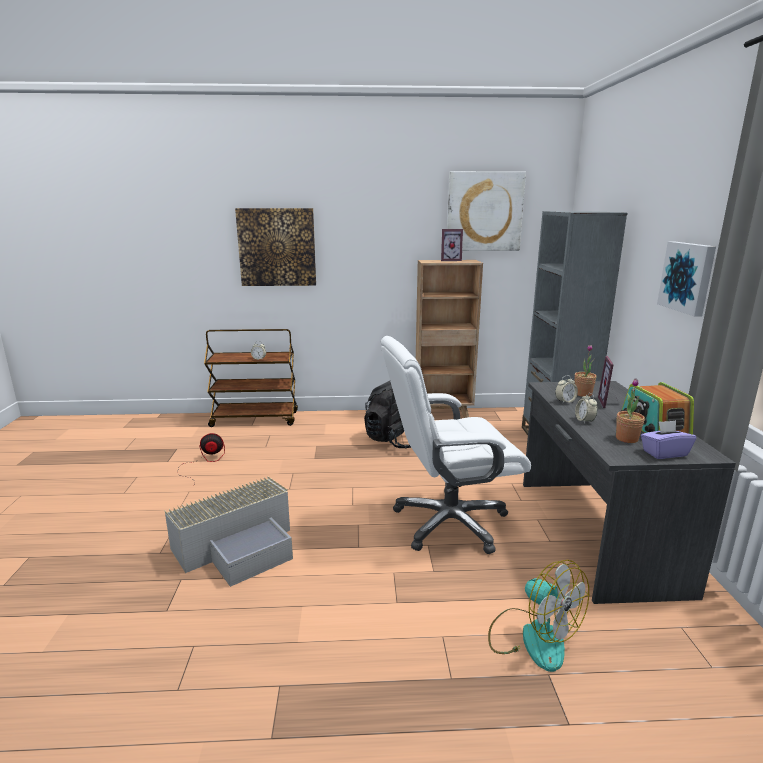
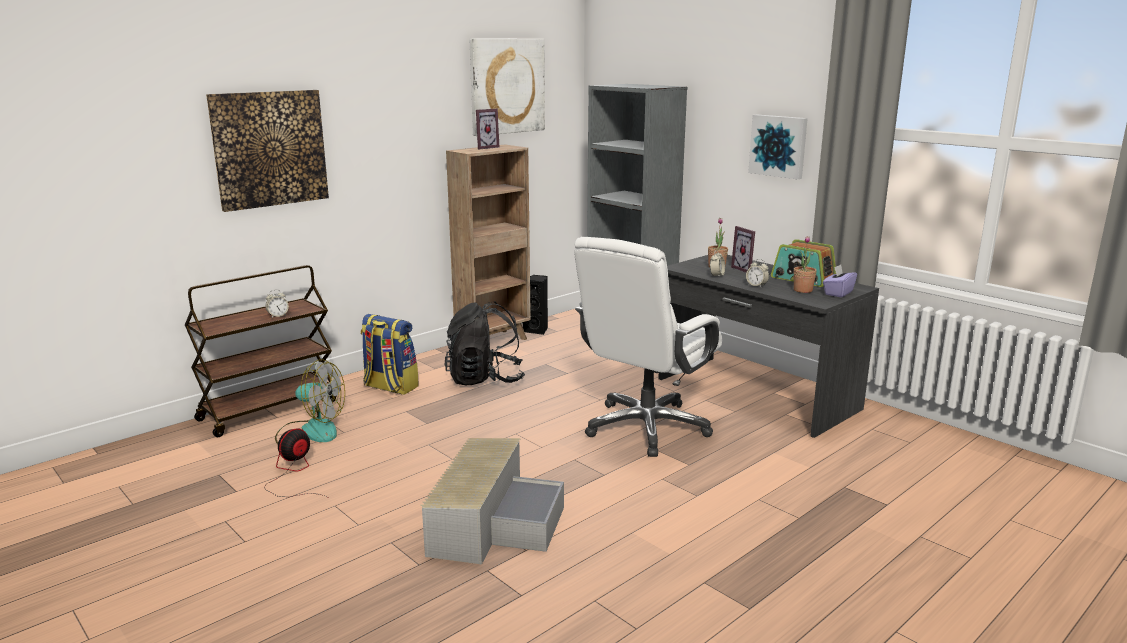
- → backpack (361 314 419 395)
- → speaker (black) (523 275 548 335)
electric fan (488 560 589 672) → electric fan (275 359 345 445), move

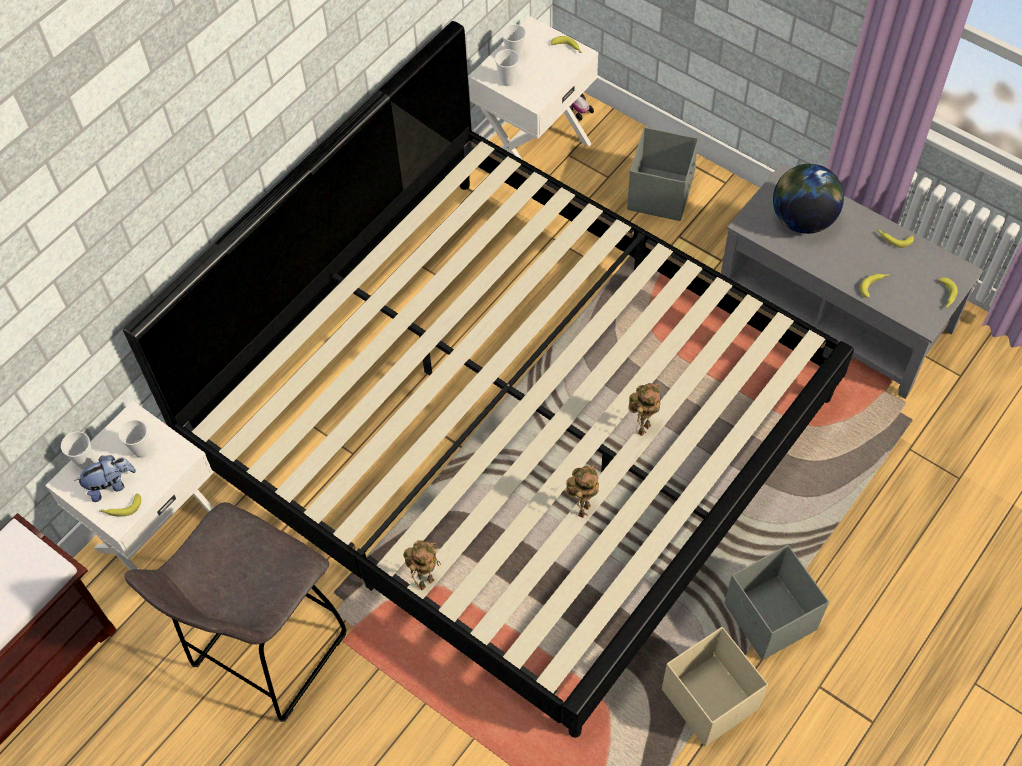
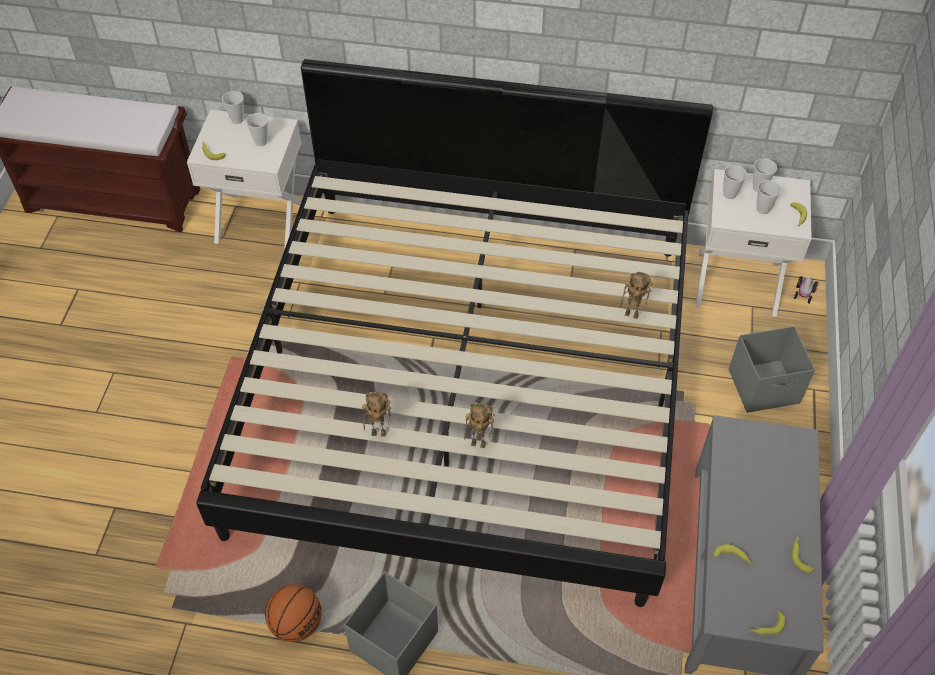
soft toy (74 456 136 502) → -
sitting stool (gray) (125 502 347 722) → -
desk globe (773 164 844 234) → -
- → cup (756 180 781 214)
toy robot (403 540 441 590) → toy robot (621 272 653 319), move
storage container (beige) (662 627 768 747) → ball for basketball (265 584 322 642)

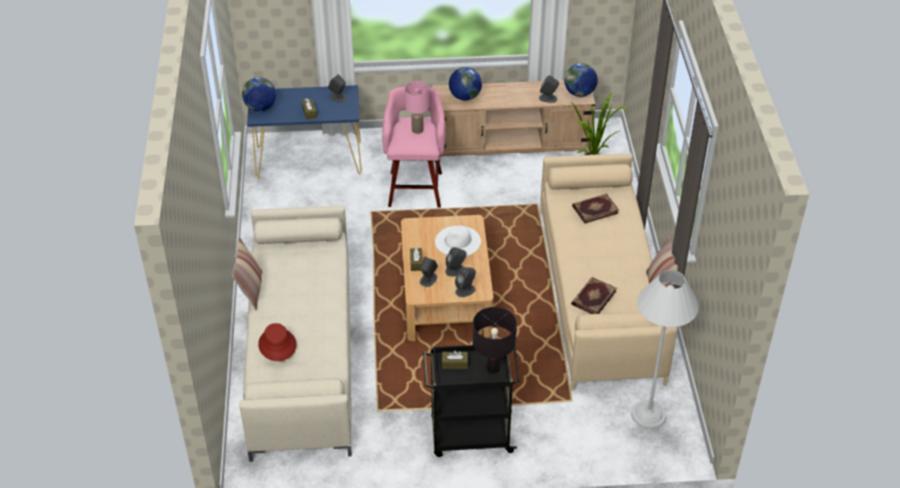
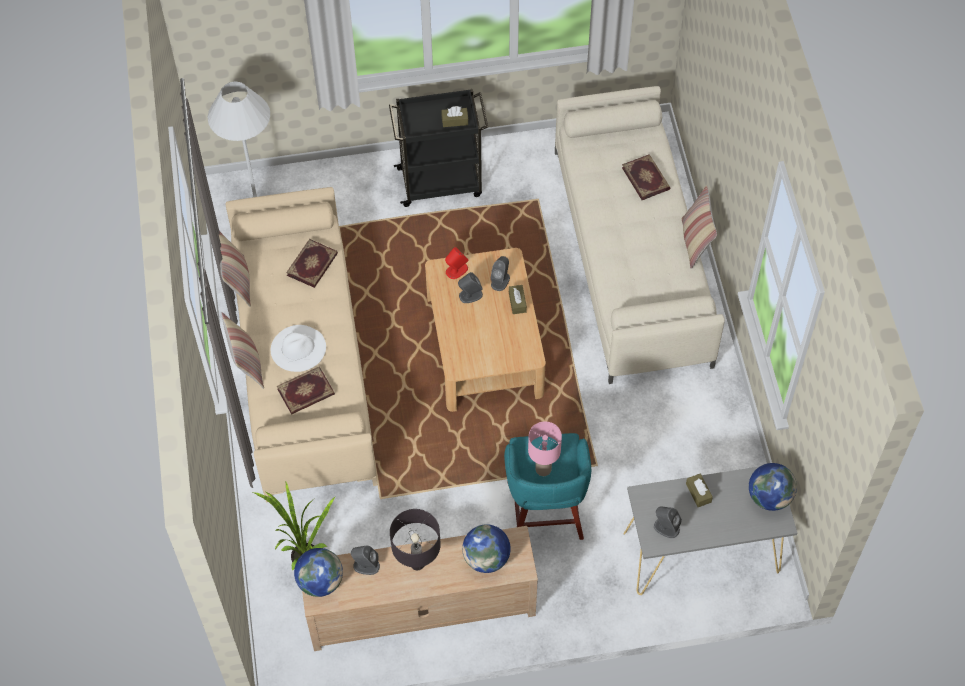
- → pillow (221 312 264 389)
hat (whitish) (435 225 481 256) → hat (whitish) (271 325 326 372), move
tabletop lamp (black) (473 307 517 373) → tabletop lamp (black) (390 509 441 570), move
hat (red-coloured) (258 323 297 361) → bound book (622 154 670 200)
hall table (bluish) (247 85 362 179) → hall table (gray) (624 466 797 595)
sitting stool (pink-coloured) (382 86 445 208) → sitting stool (turquoise) (504 433 591 540)
speaker (gray) (455 267 476 297) → speaker (red-coloured) (445 247 469 279)

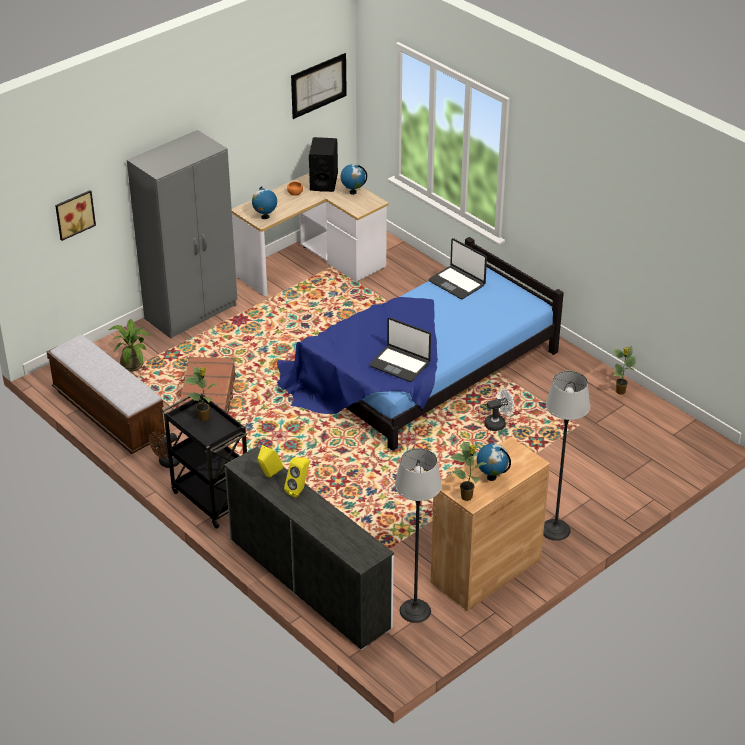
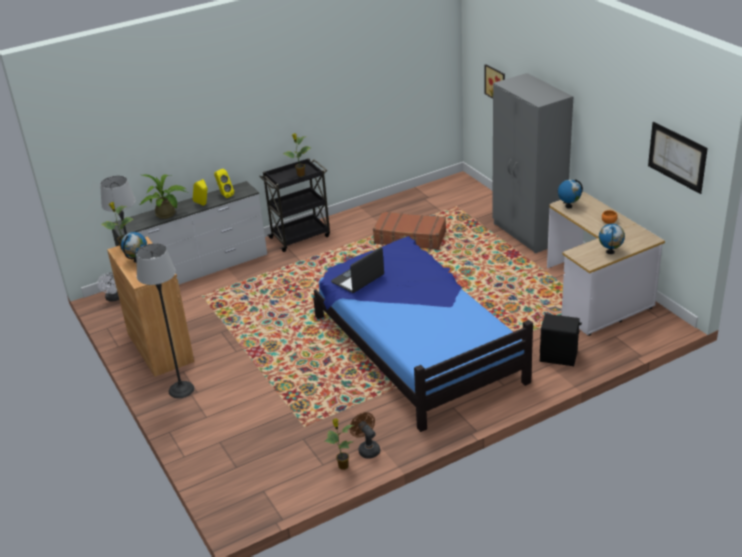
bench (46 335 166 454) → -
portable computer (428 238 487 299) → -
houseplant (108 319 152 371) → houseplant (139 175 187 219), move
electric fan (brown) (149 432 180 468) → electric fan (brown) (350 412 380 459), move
speaker (black) (309 137 338 192) → speaker (black) (540 314 582 366), move
electric fan (whitish) (484 388 514 431) → electric fan (whitish) (97 273 119 301), move

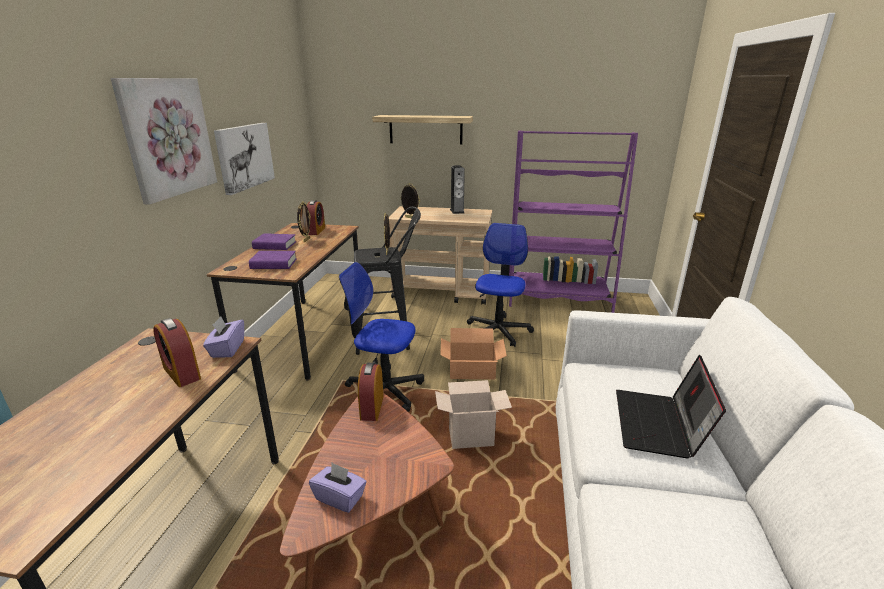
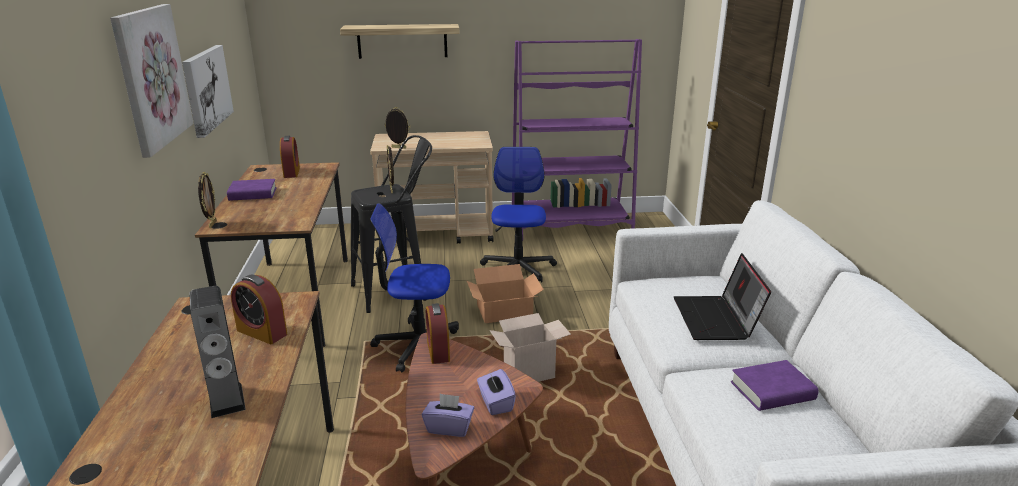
tissue box (purple) (203 316 244 358) → tissue box (purple) (477 369 516 415), move
bound book (purple) (249 251 297 269) → bound book (purple) (731 360 818 411), move
picture frame (297 201 311 242) → picture frame (198 171 217 228), move
speaker (450 165 465 214) → speaker (189 286 246 418), move

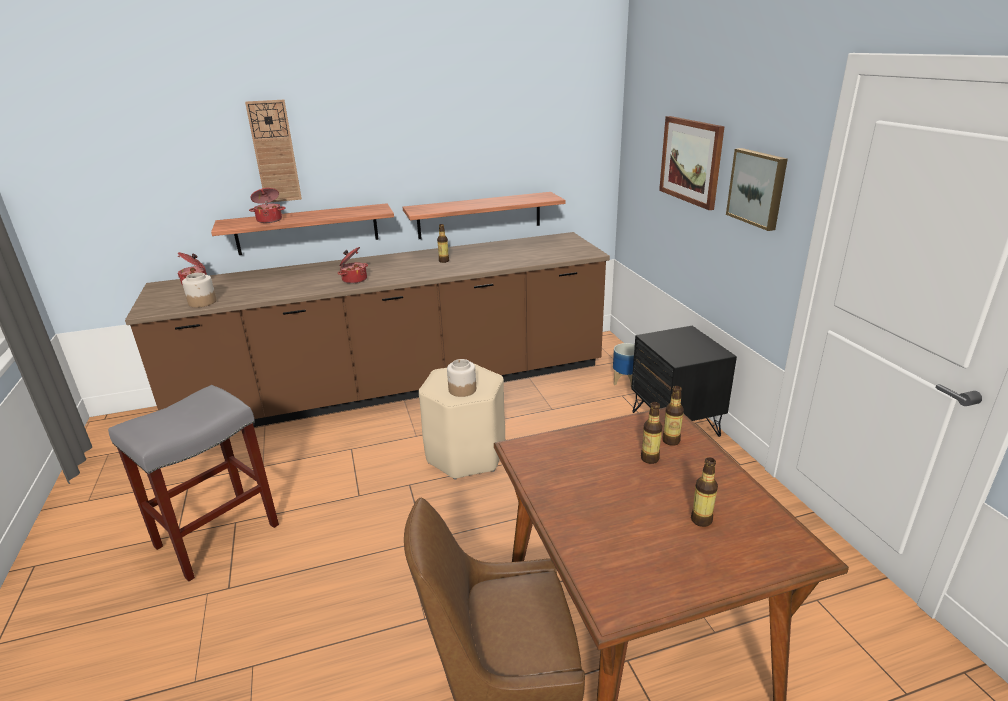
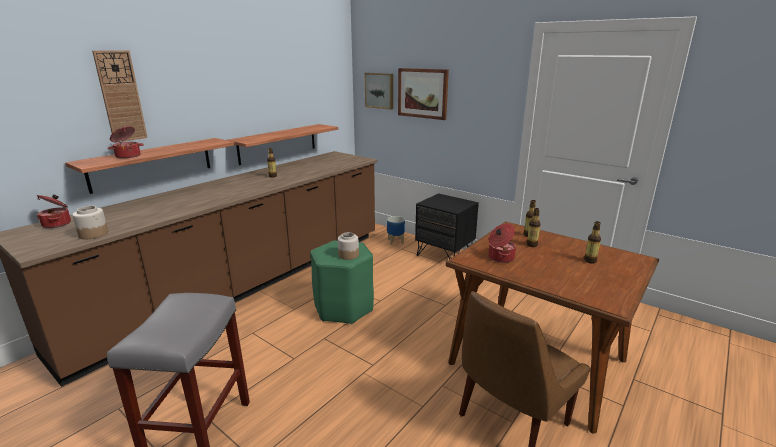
cooking pot (338 247 368 284) → cooking pot (488 224 517 263), move
wall picture (726 148 788 231) → wall picture (365 73 393 110), move
sitting stool (beige) (419 364 505 480) → sitting stool (green) (310 241 374 324)

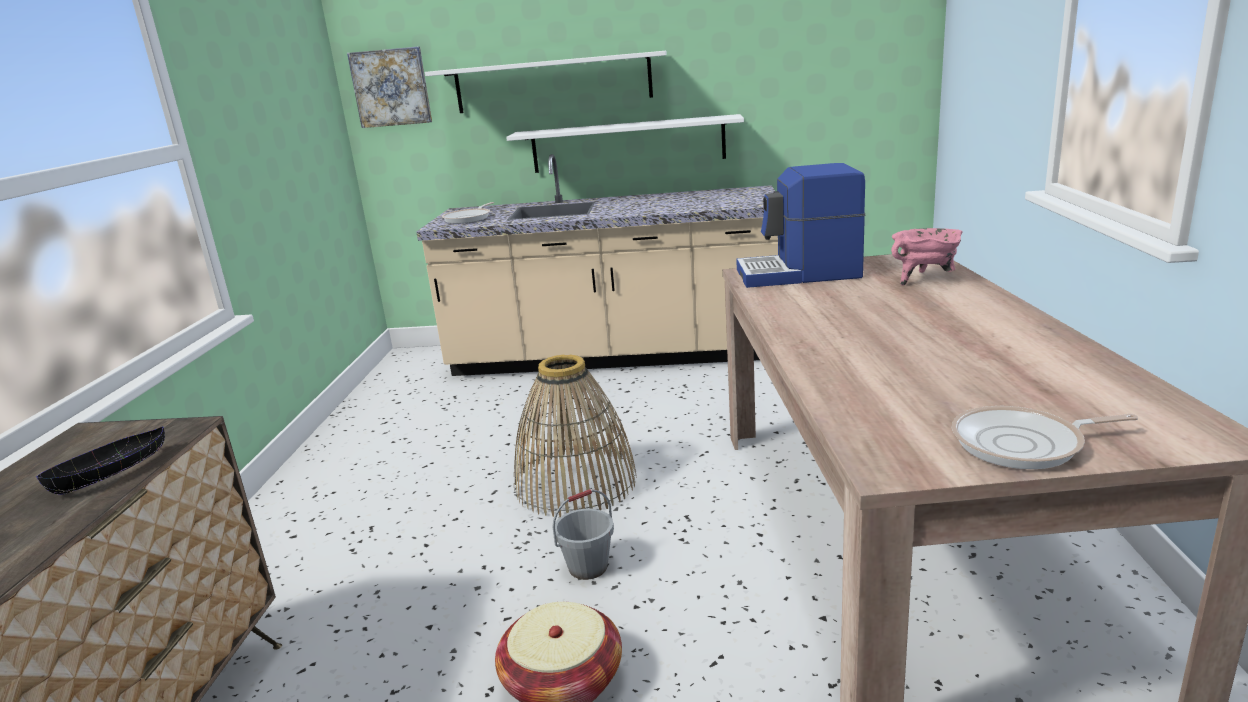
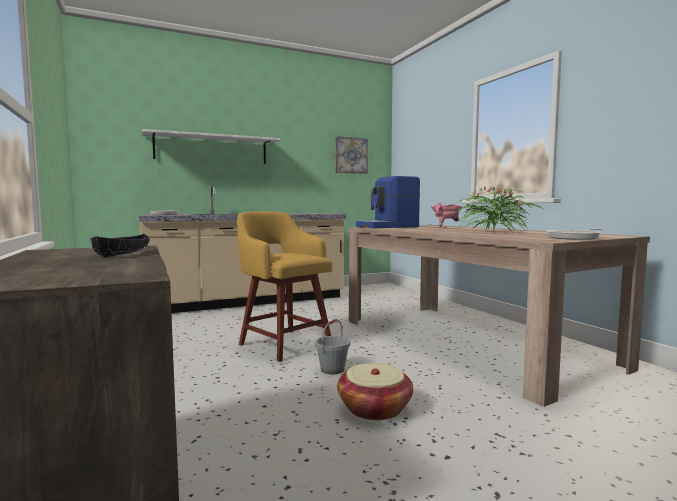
bracket shelf (whitish) (506 114 744 173) → -
- → houseplant (456 186 543 232)
wall picture (347 46 432 128) → wall picture (335 136 368 174), move
household basket (514 354 637 517) → sitting stool (yellow-coloured) (237 211 332 362)

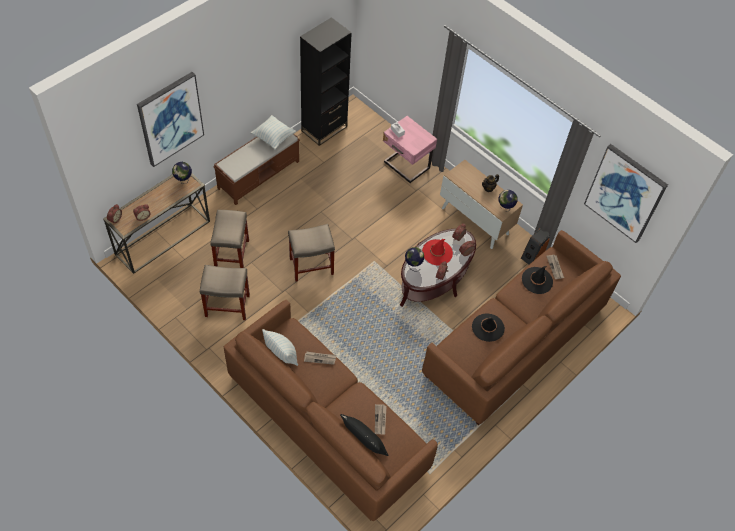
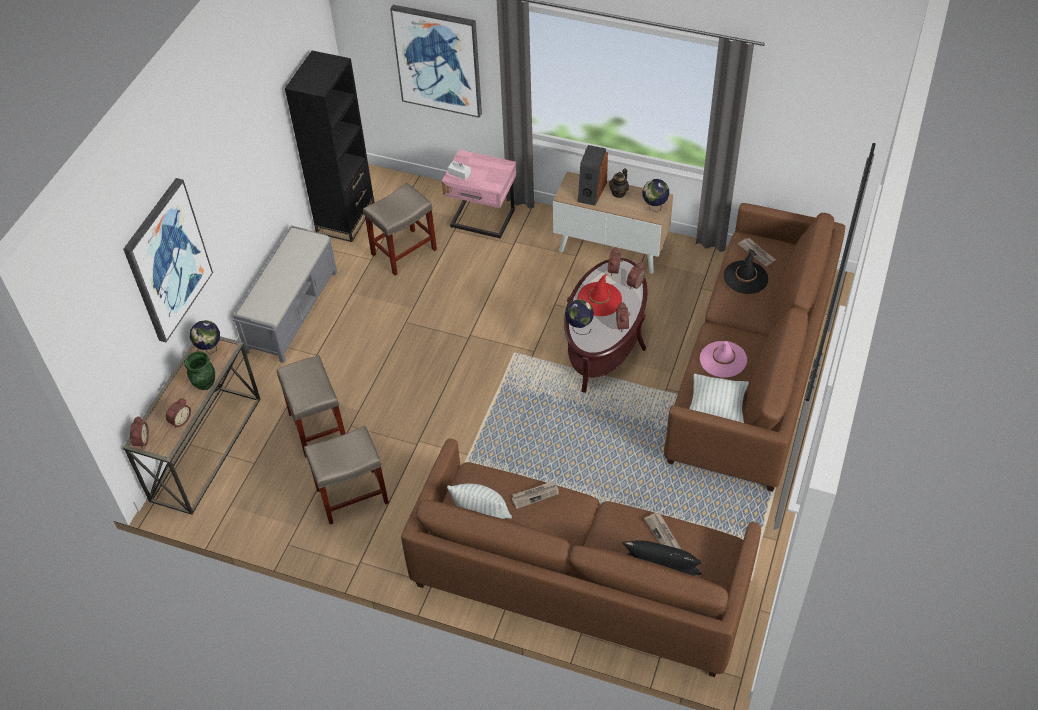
- → flower vase (green) (184 351 215 390)
pillow (251 115 296 150) → pillow (689 374 749 423), move
sitting stool (beige) (288 224 335 282) → sitting stool (beige) (363 183 437 275), move
speaker (521 228 550 265) → speaker (578 145 608 206), move
wall picture (584 144 668 243) → wall picture (390 5 482 118), move
bench (brown) (213 134 300 205) → bench (gray) (233 225 337 363)
hat (black) (472 314 505 342) → hat (pink-coloured) (700 341 747 378)

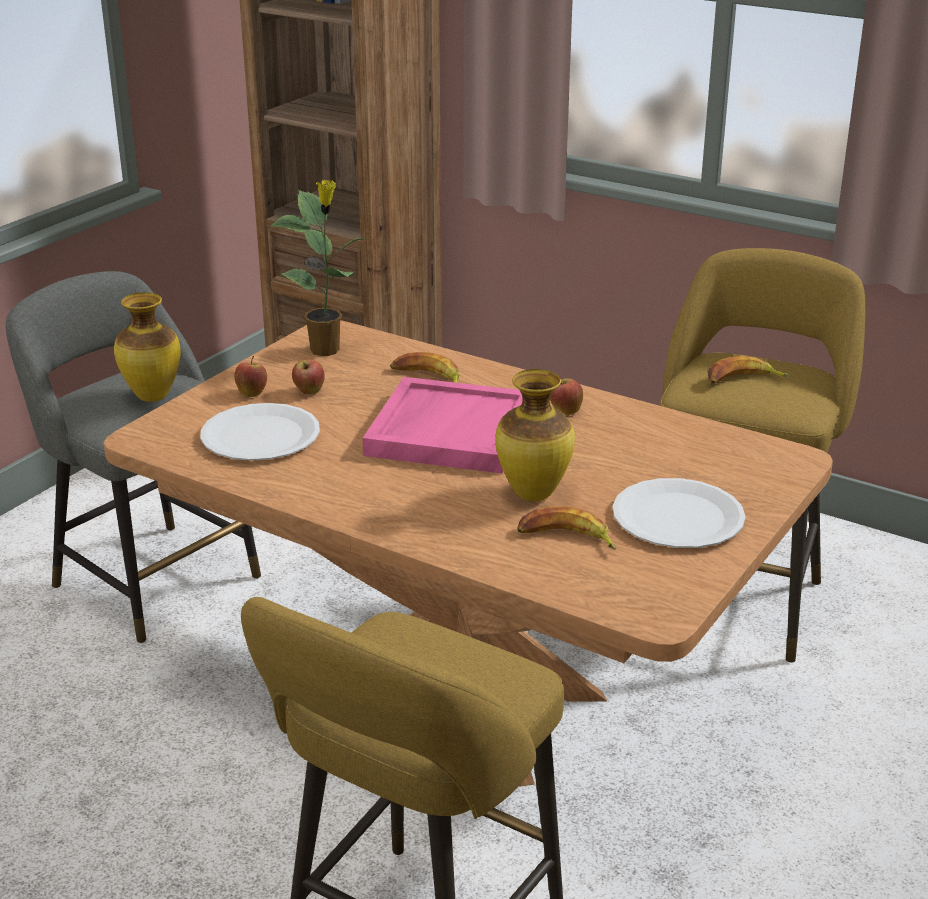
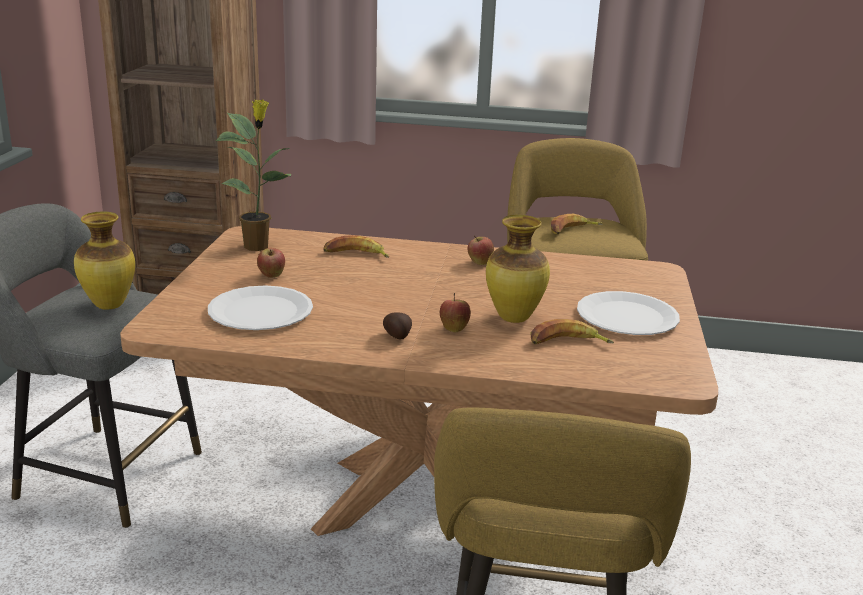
serving tray (pink-coloured) (362 377 523 474) → -
- → potato (383 312 412 339)
apple fruit (234 356 267 398) → apple fruit (440 293 471 333), move

